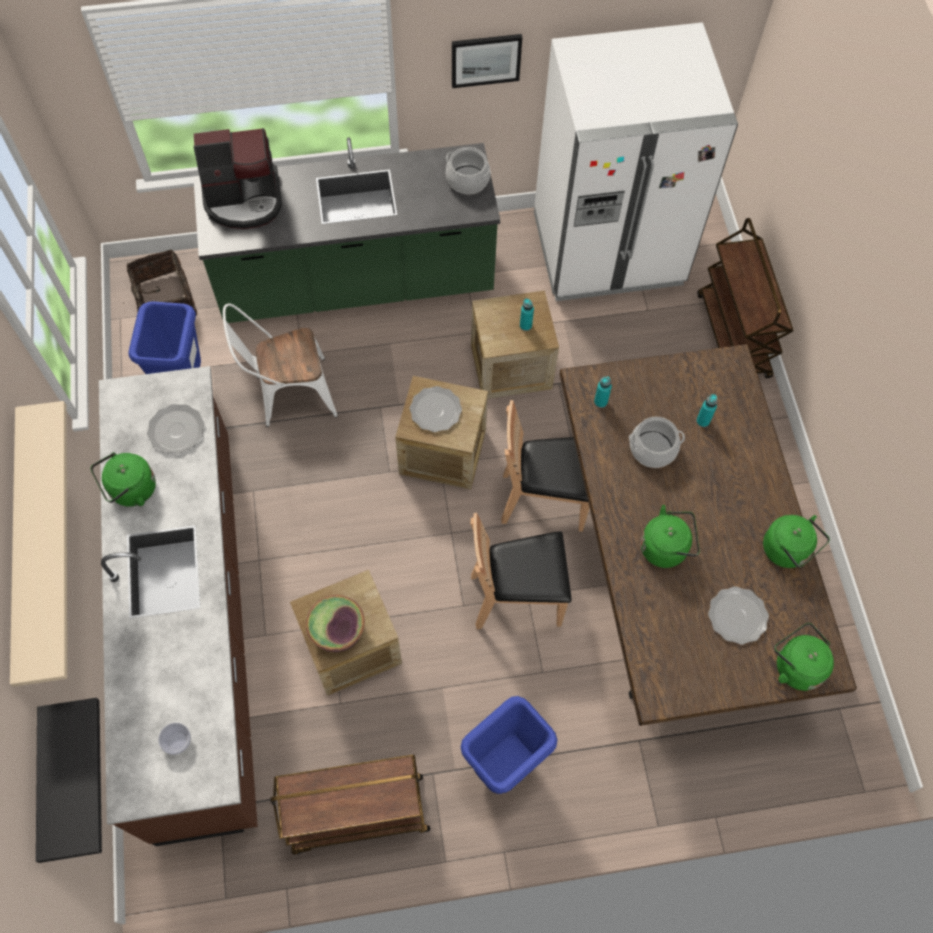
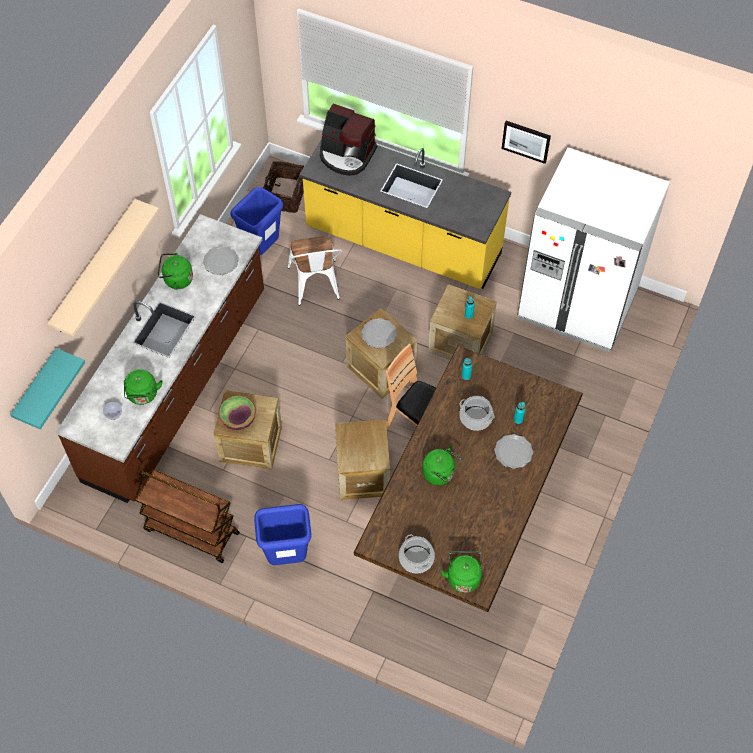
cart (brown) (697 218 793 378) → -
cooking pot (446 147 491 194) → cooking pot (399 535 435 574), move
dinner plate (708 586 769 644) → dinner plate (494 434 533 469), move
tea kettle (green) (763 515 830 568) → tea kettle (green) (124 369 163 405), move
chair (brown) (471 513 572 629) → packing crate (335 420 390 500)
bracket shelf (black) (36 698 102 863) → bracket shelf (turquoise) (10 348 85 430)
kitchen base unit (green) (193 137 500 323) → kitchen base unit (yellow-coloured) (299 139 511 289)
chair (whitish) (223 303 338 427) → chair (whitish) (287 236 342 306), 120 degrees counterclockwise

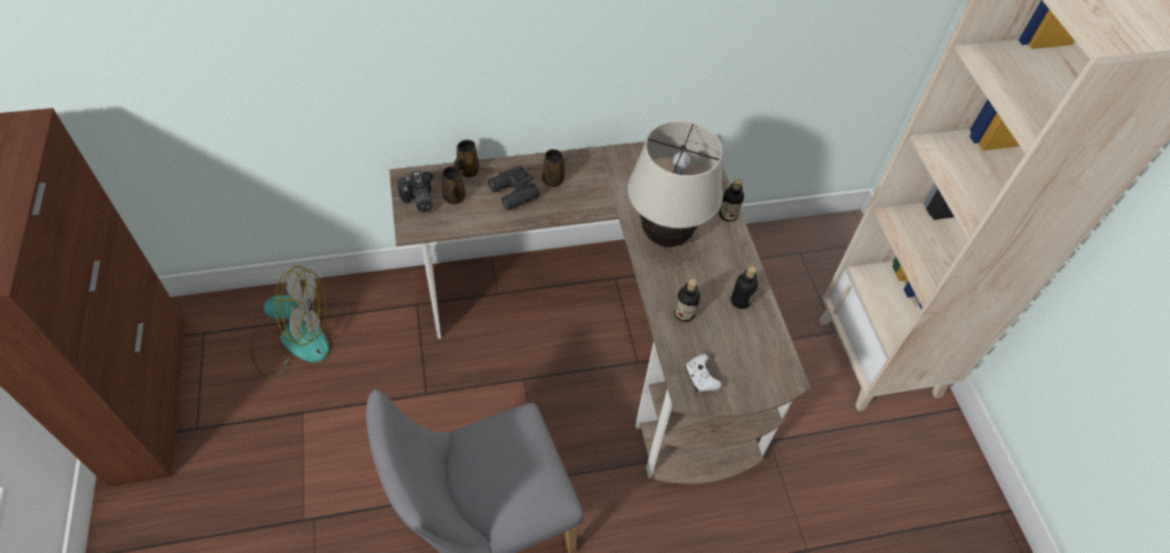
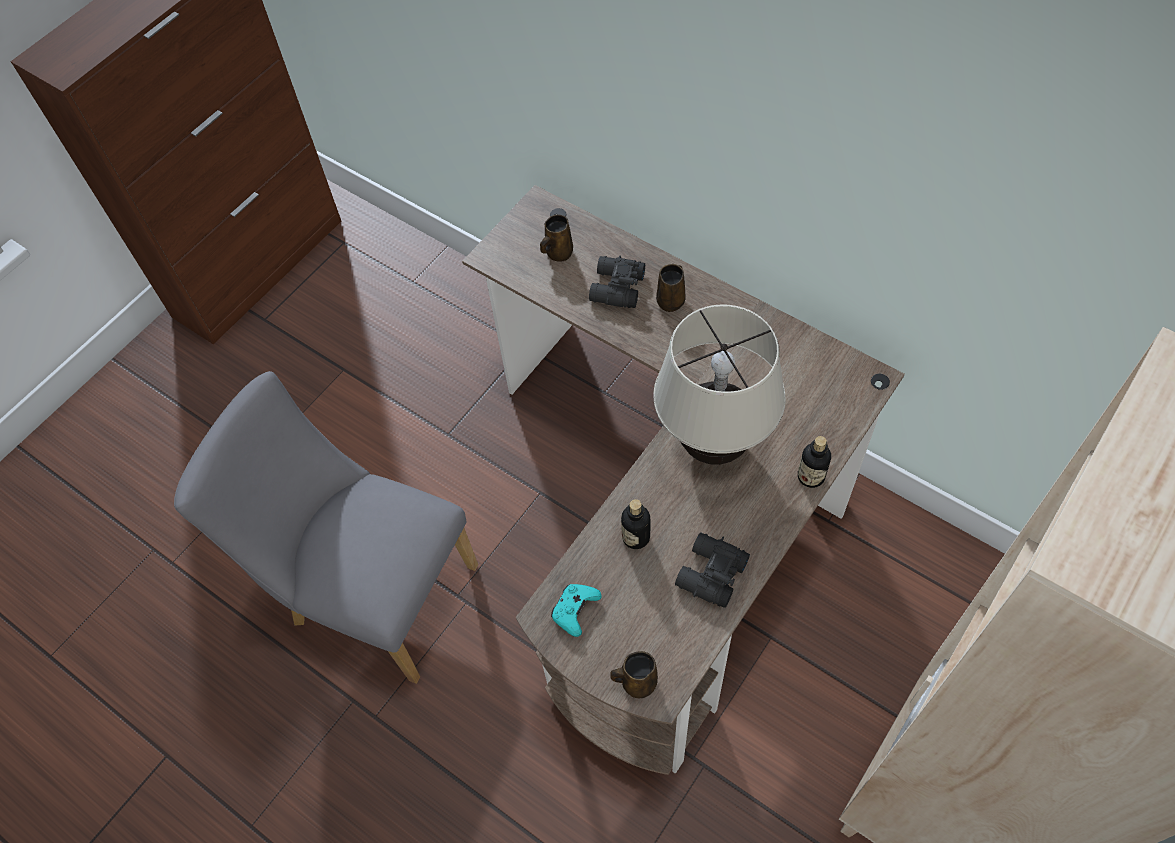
electric fan (251 266 329 379) → -
photo camera (397 170 433 212) → -
mug (brown) (454 140 479 177) → mug (brown) (610 651 658 699), move
bottle (731 266 758 309) → pair of binoculars (black) (675 532 750 608)
gamepad (whitish) (685 354 722 392) → gamepad (turquoise) (551 584 601 637)

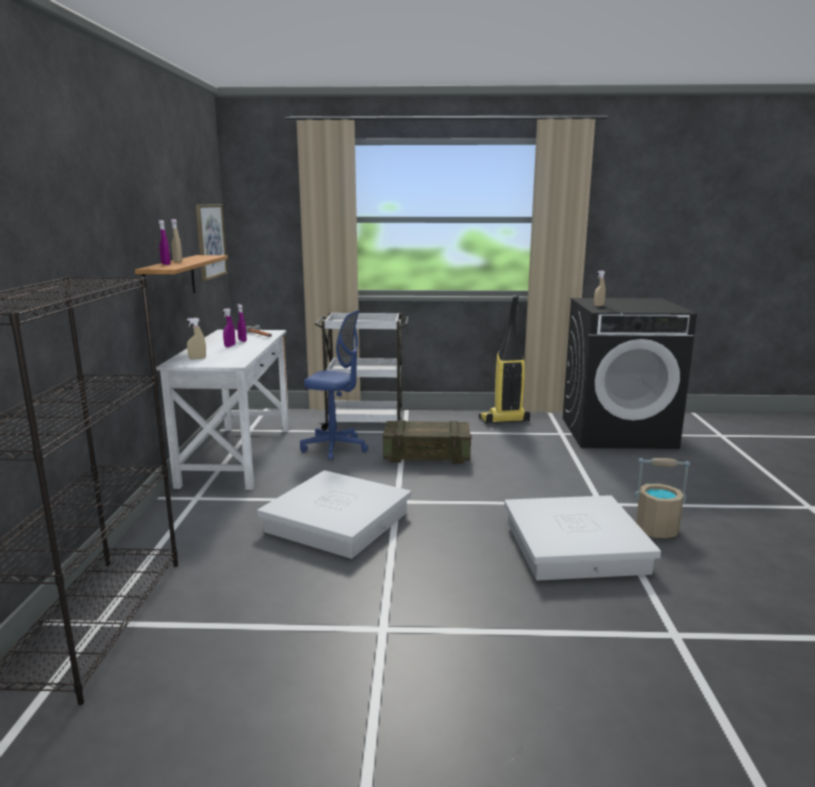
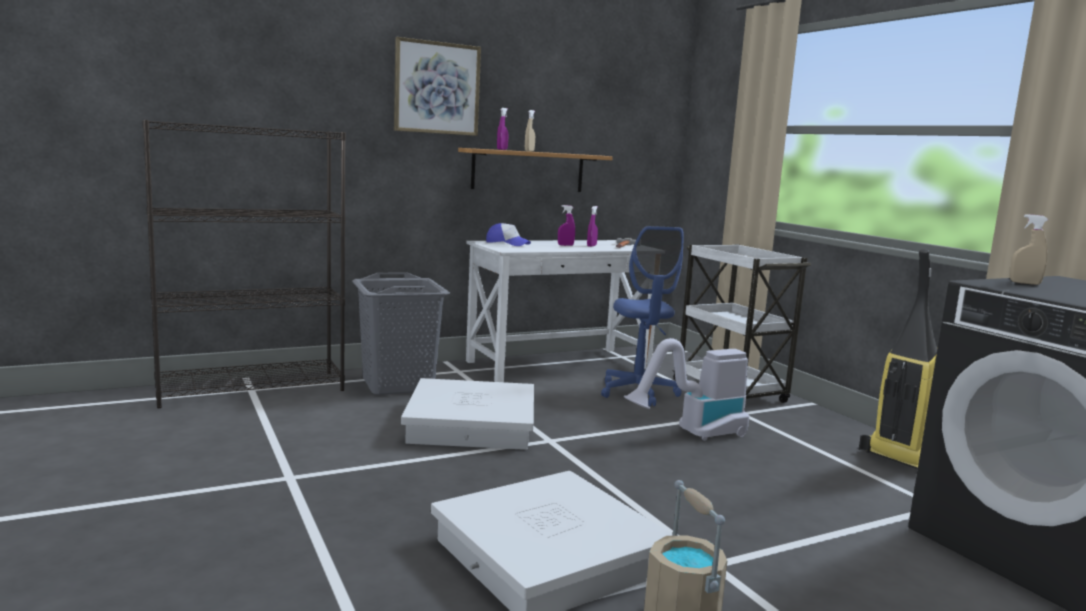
- → washing basket (gray) (352 272 450 395)
wall picture (196 204 228 281) → wall picture (394 37 481 136), move
sprayer (beige) (187 318 206 360) → baseball cap (486 223 531 246)
packing crate (383 420 472 464) → vacuum (624 338 749 441)

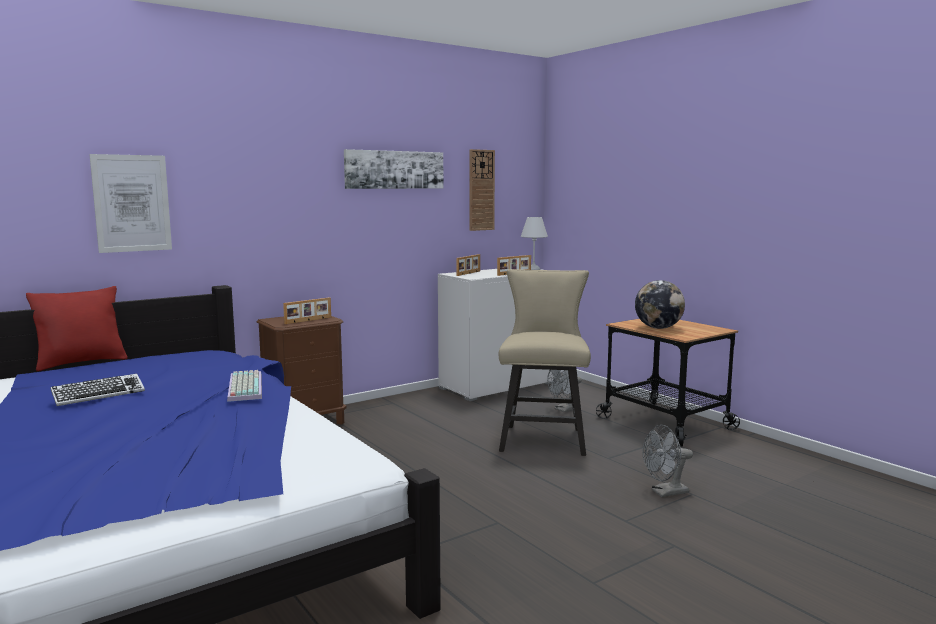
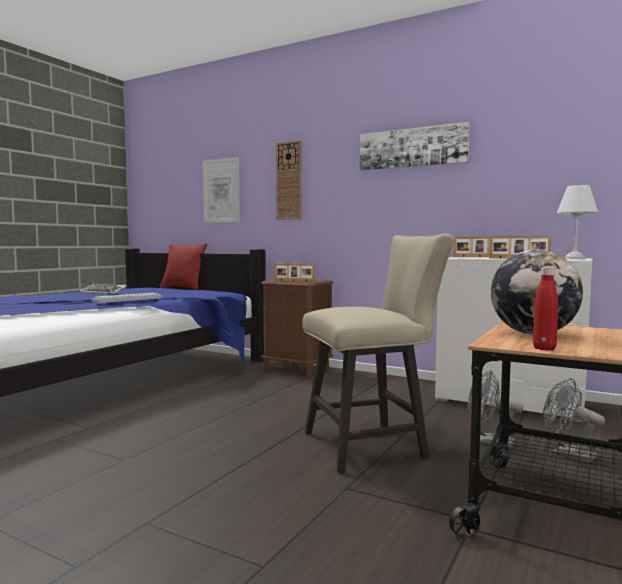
- → bottle (red-coloured) (533 267 558 351)
wall clock (469 149 495 231) → wall clock (276 140 302 220), move
electric fan (gray) (642 425 693 497) → electric fan (gray) (543 378 605 463), move

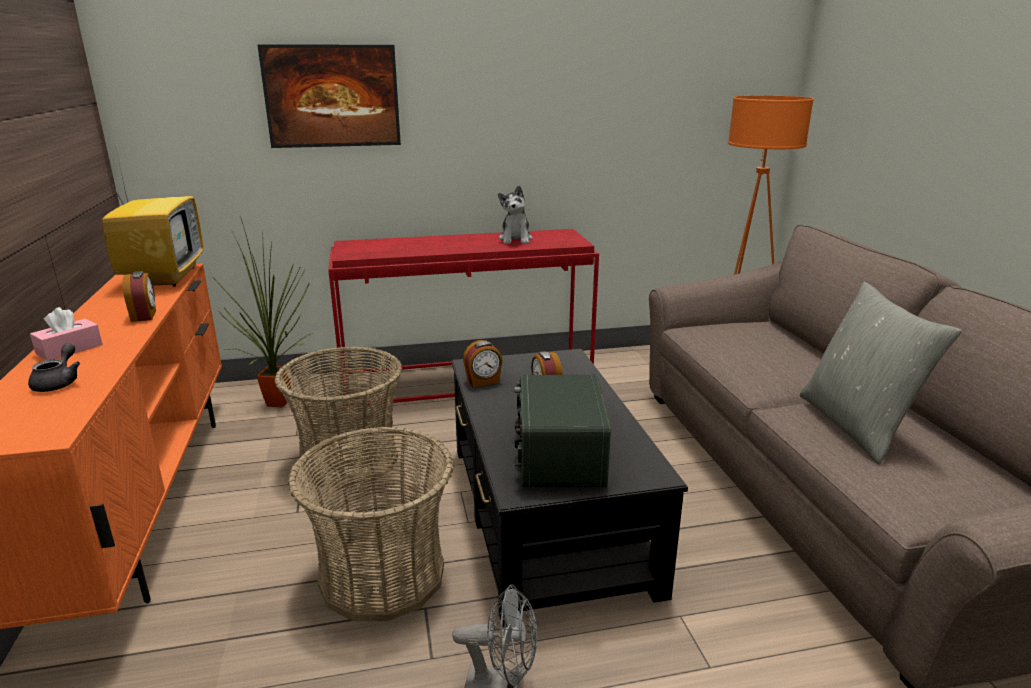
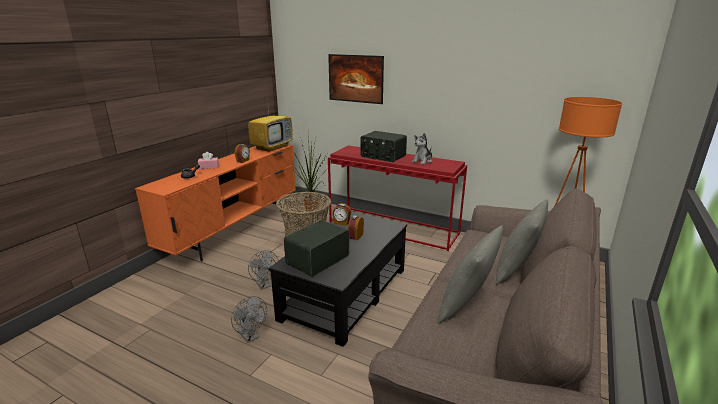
- → radio set (361 131 407 162)
- → pillow (gray) (496 199 548 284)
household basket (288 427 454 621) → electric fan (gray) (248 250 279 289)

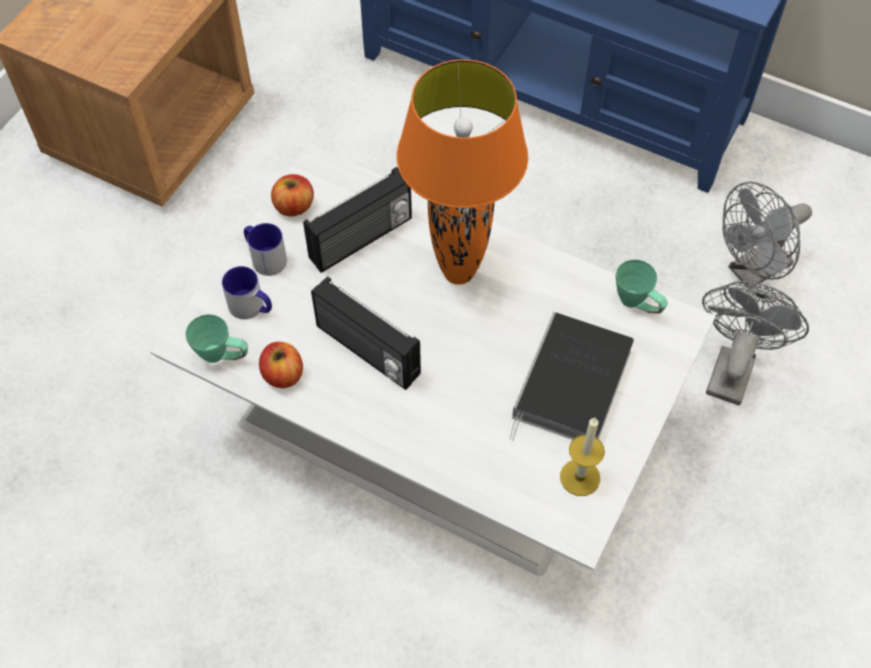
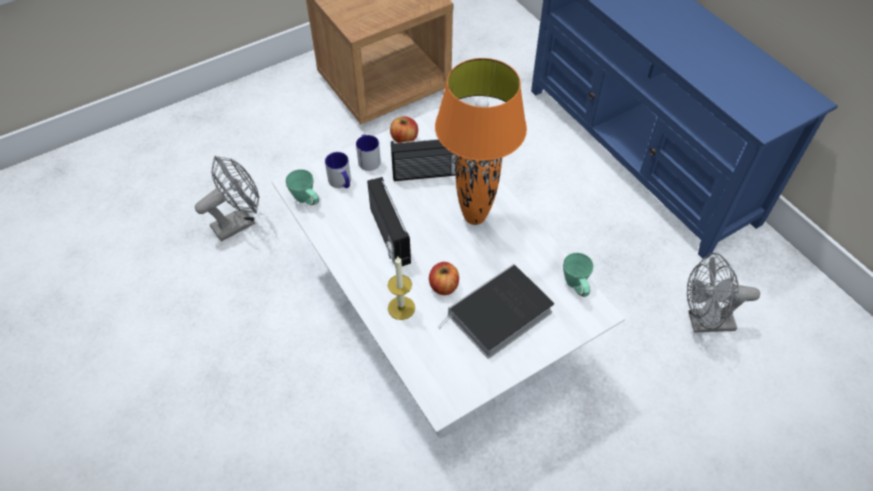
apple fruit (259 342 303 388) → apple fruit (429 262 459 295), move
wax light (560 418 605 496) → wax light (388 257 415 320), move
electric fan (gray) (702 281 809 406) → electric fan (gray) (195 156 260 241), move

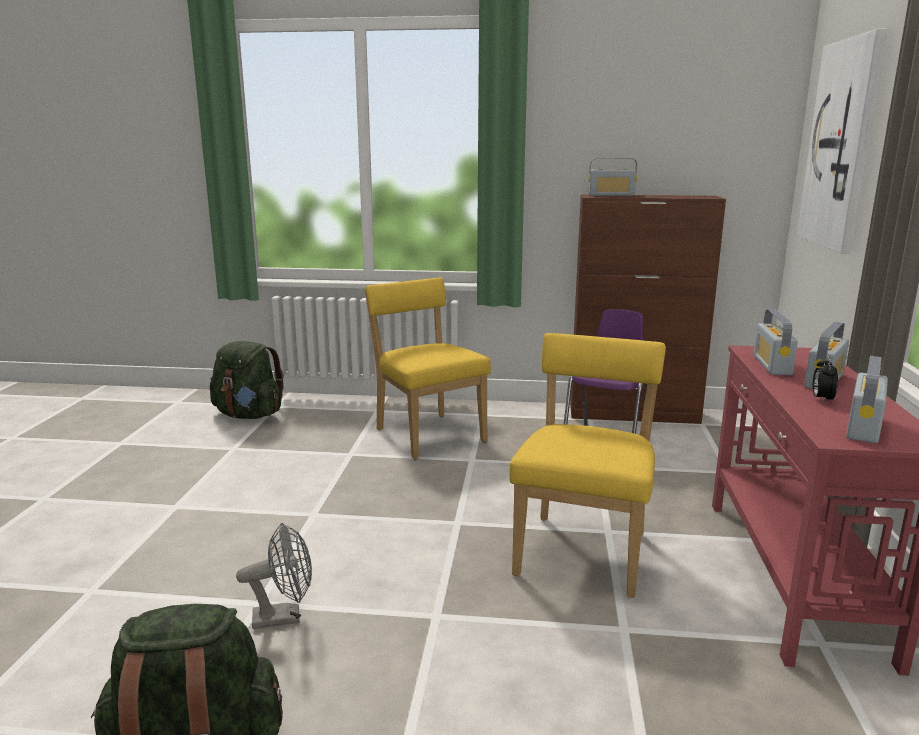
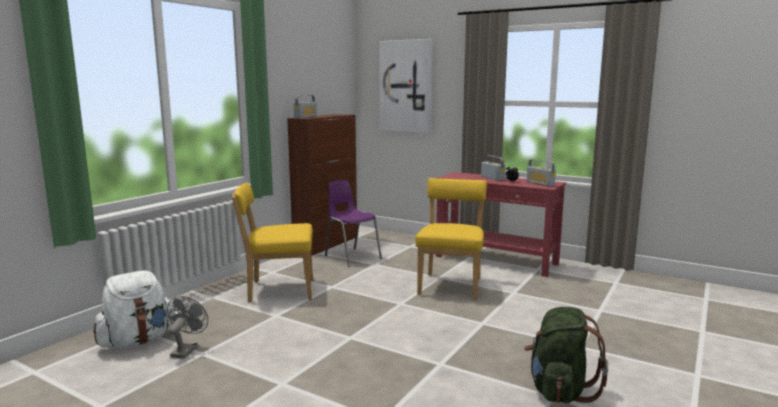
radio set (754 309 798 375) → -
electric fan (gray) (236 523 312 629) → electric fan (gray) (167 296 208 359), move
backpack (green) (210 341 284 419) → backpack (whitish) (93 270 177 348)
chair (yellow-coloured) (510 333 666 598) → chair (yellow-coloured) (415 178 487 300), 60 degrees clockwise

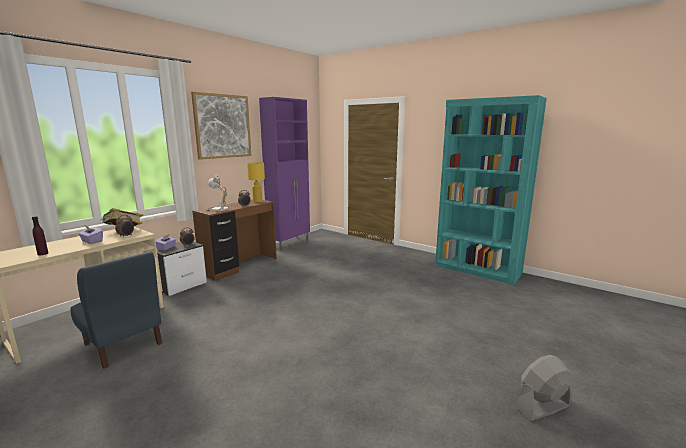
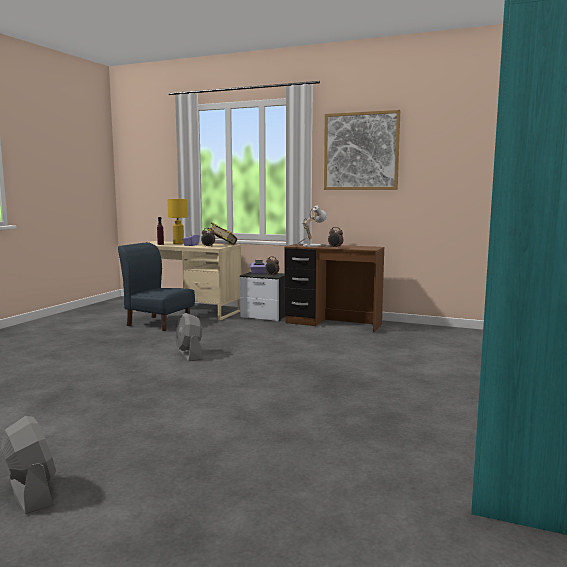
cabinet (purple) (259 97 310 251) → -
- → electric fan (gray) (176 313 202 361)
tabletop lamp (yellow-coloured) (247 162 265 203) → tabletop lamp (yellow-coloured) (167 199 188 244), move
chair (bluish) (70 252 162 369) → chair (bluish) (118 242 195 331), 90 degrees clockwise

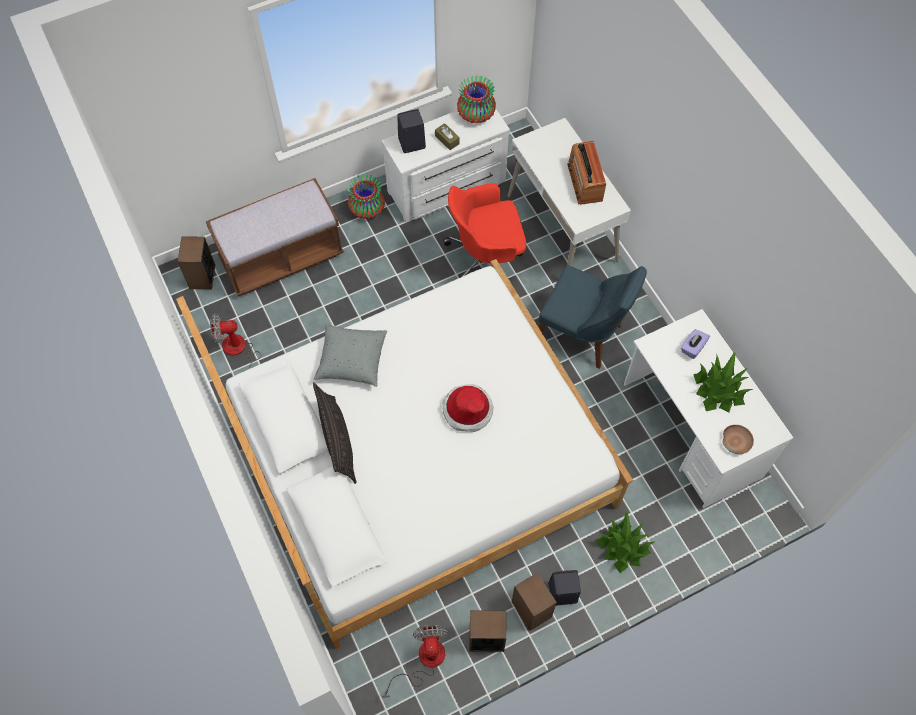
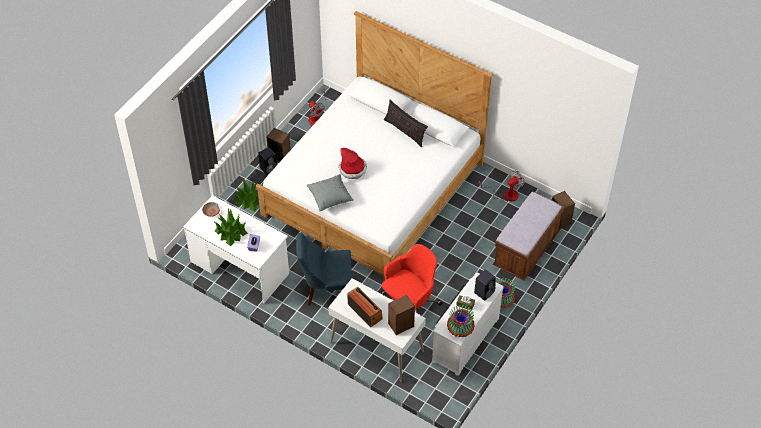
pillow (gray) (314 324 387 387) → pillow (gray) (307 174 353 211), move
speaker (470 610 506 652) → speaker (388 295 415 335), move

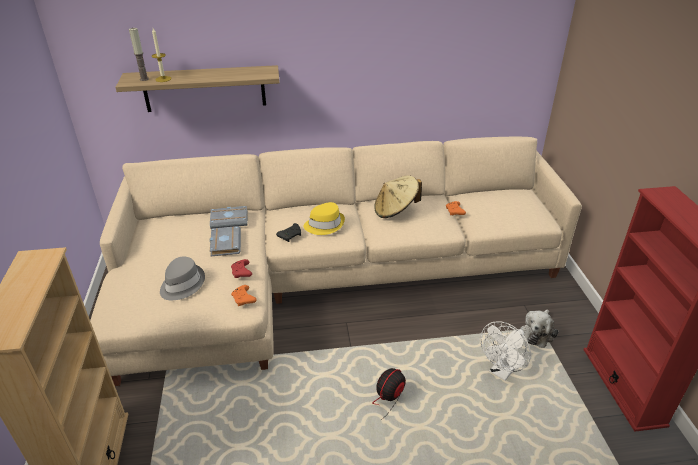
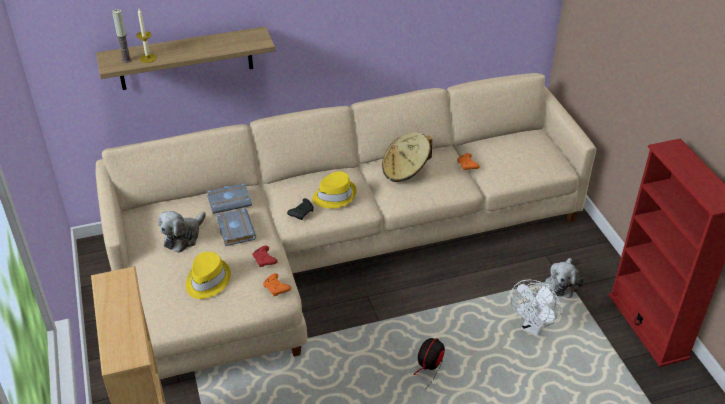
- → soft toy (158 211 206 253)
hat (gray) (160 256 205 300) → hat (yellow-coloured) (186 252 231 299)

